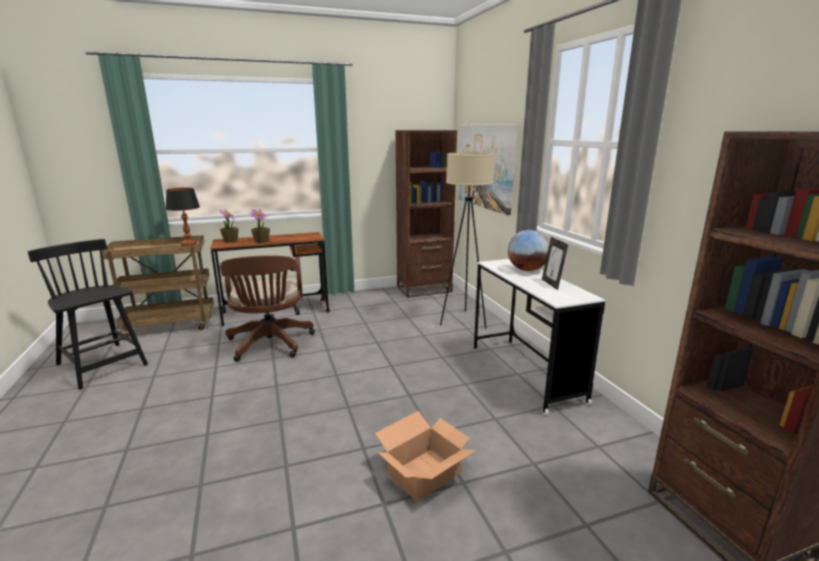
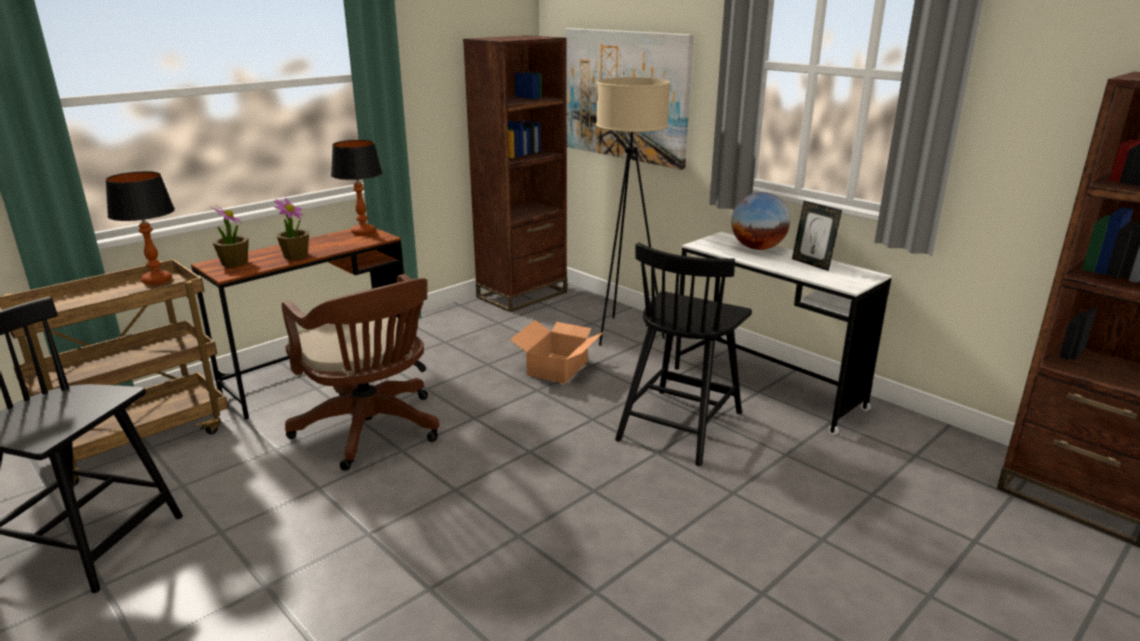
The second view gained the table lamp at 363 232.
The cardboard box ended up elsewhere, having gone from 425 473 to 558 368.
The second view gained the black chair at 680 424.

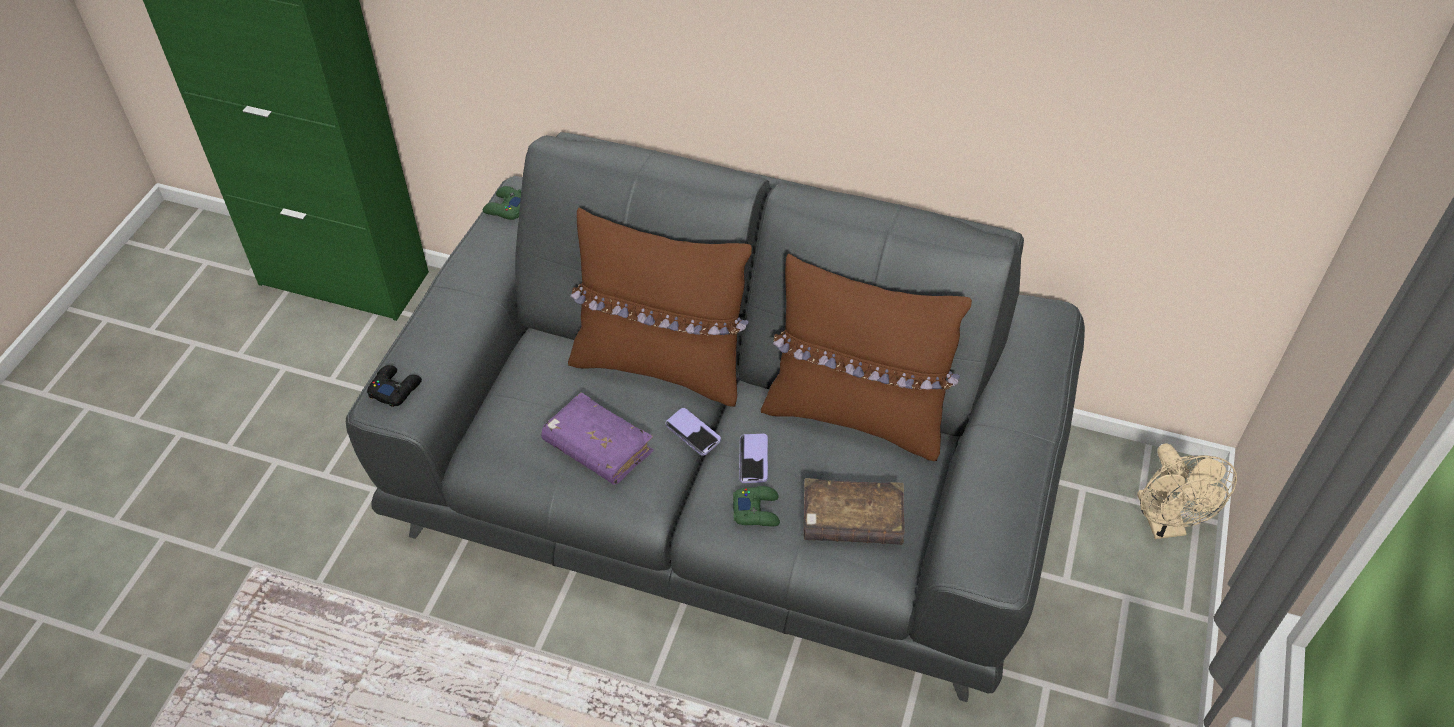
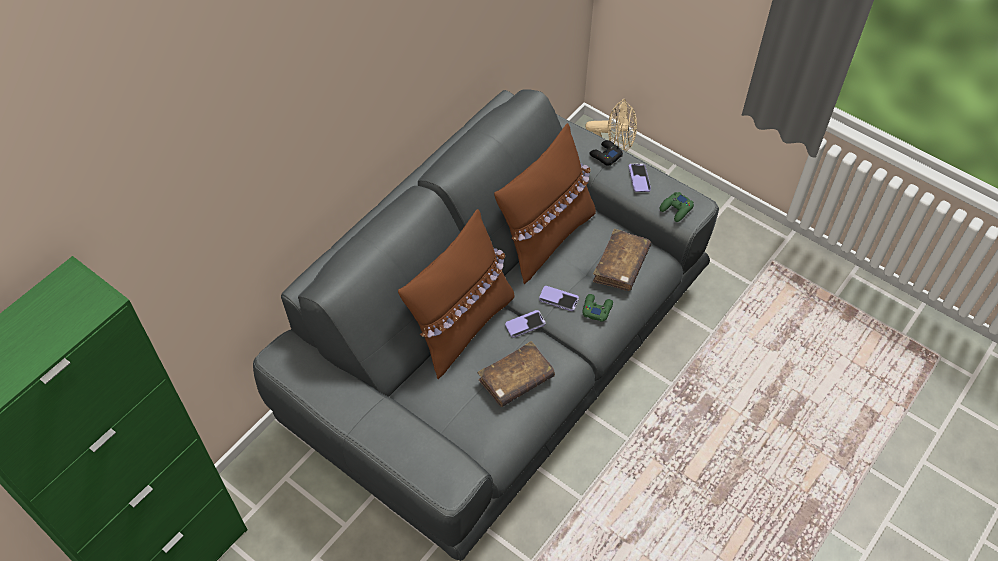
What was the purple book at 598 448 turned into the brown book at 516 379.
The black game controller ended up elsewhere, having gone from 395 389 to 605 155.
The second view gained the phone at 639 178.
The green game controller ended up elsewhere, having gone from 506 208 to 676 209.

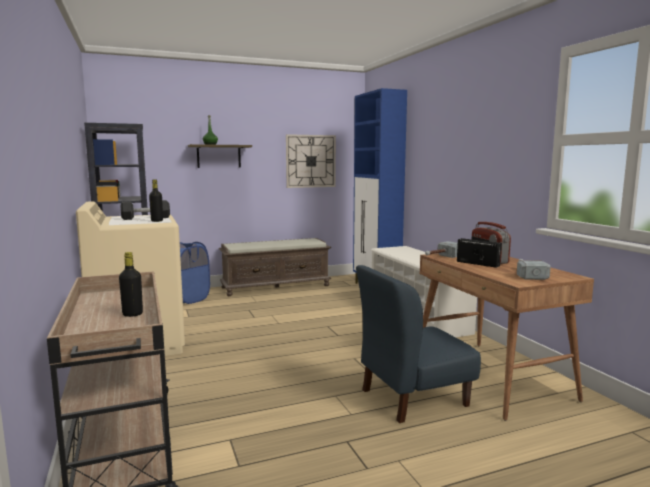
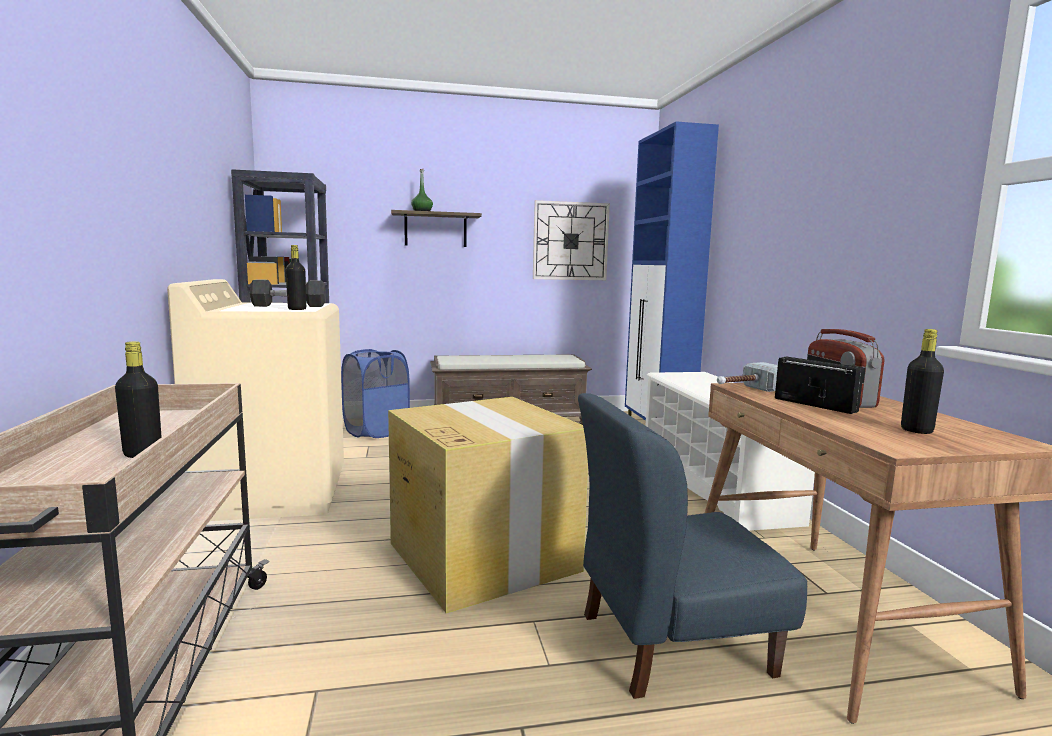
The second view gained the cardboard box at 482 556.
Where the hammer stood at 527 274, the black bottle came to stand at 916 430.

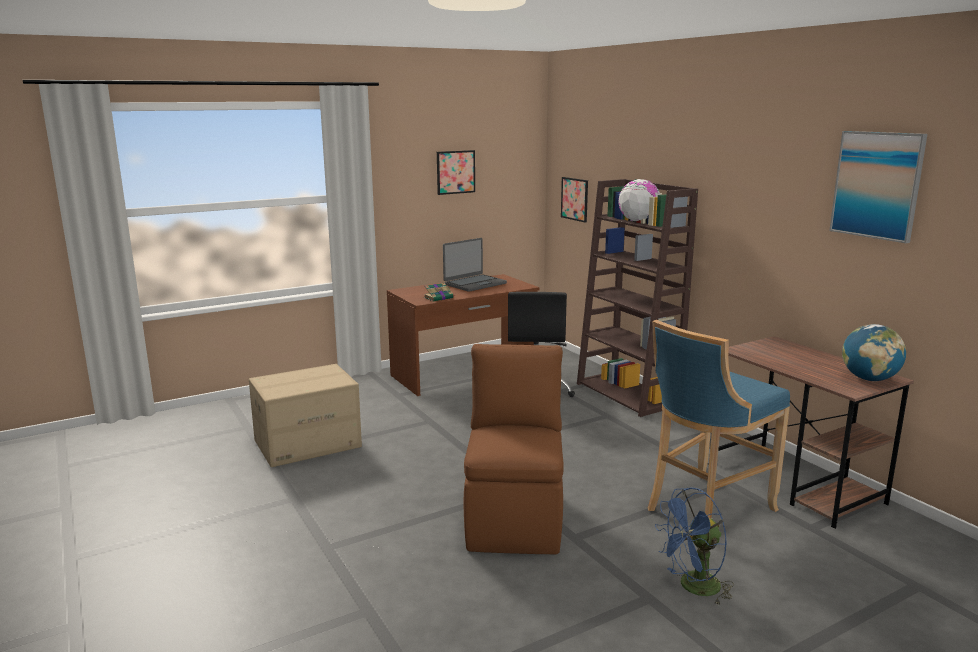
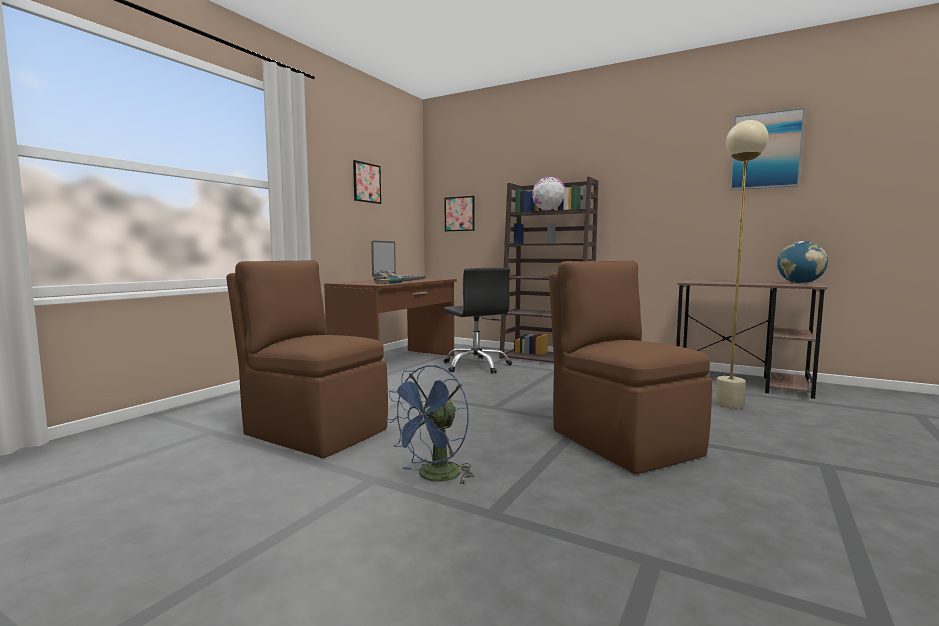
Where the cardboard box stood at 307 443, the brown chair came to stand at 314 431.
The blue fan ended up elsewhere, having gone from 693 588 to 434 477.
Where the blue stool stood at 705 509, the beige floor lamp came to stand at 729 405.

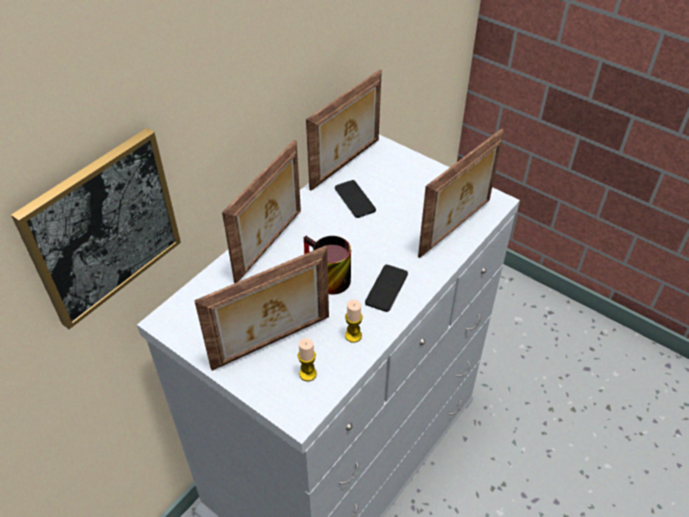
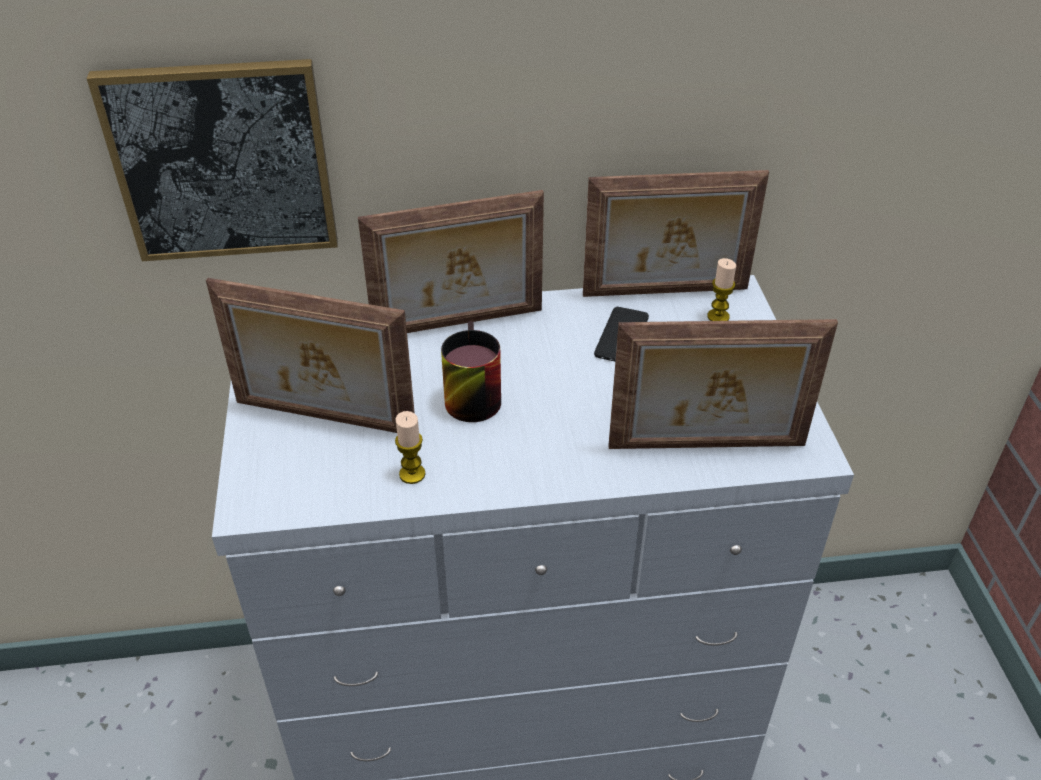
The candle ended up elsewhere, having gone from 308 374 to 718 316.
The second view lost the phone at 386 288.

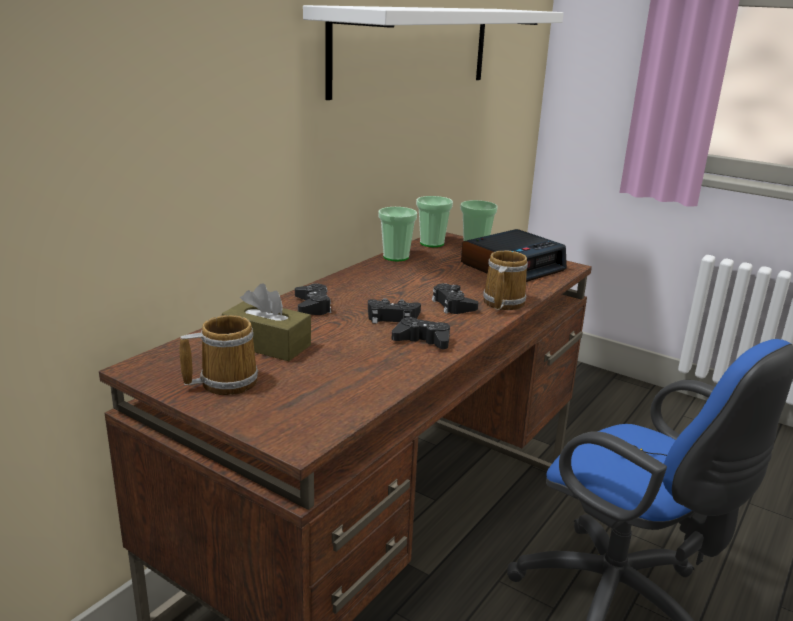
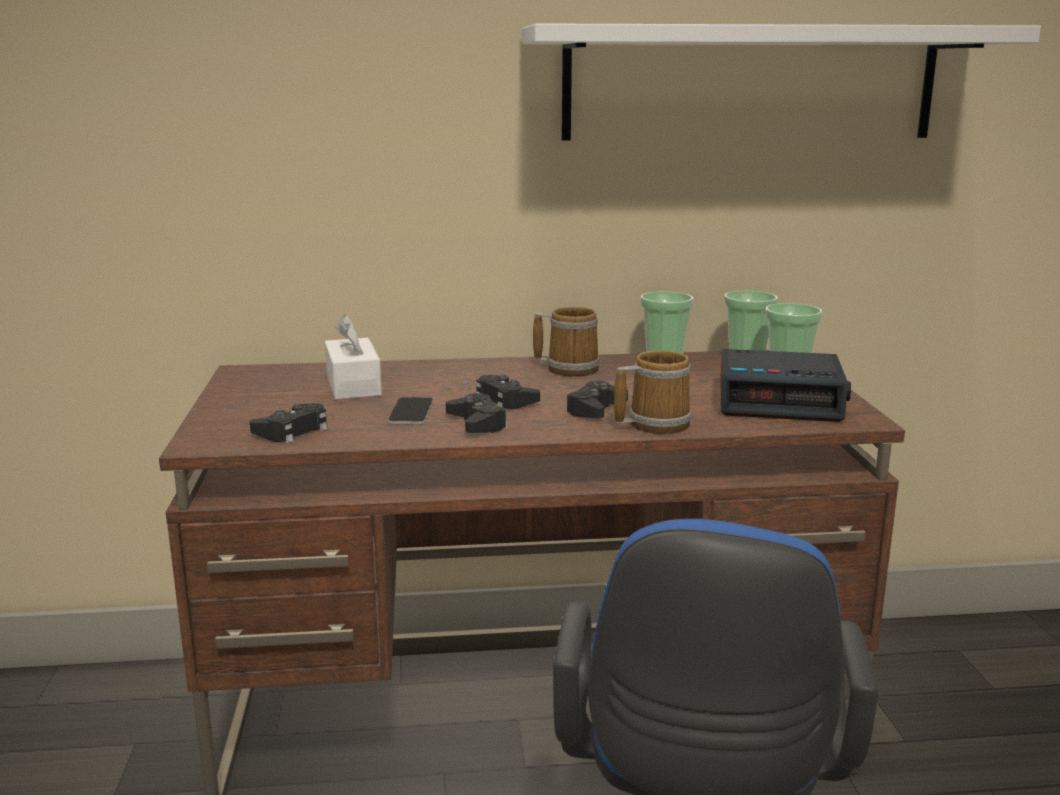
The black game controller ended up elsewhere, having gone from 313 306 to 293 431.
What was the brown tissue box at 267 344 turned into the white tissue box at 353 385.
The second view gained the phone at 411 412.
The mug ended up elsewhere, having gone from 224 382 to 569 368.

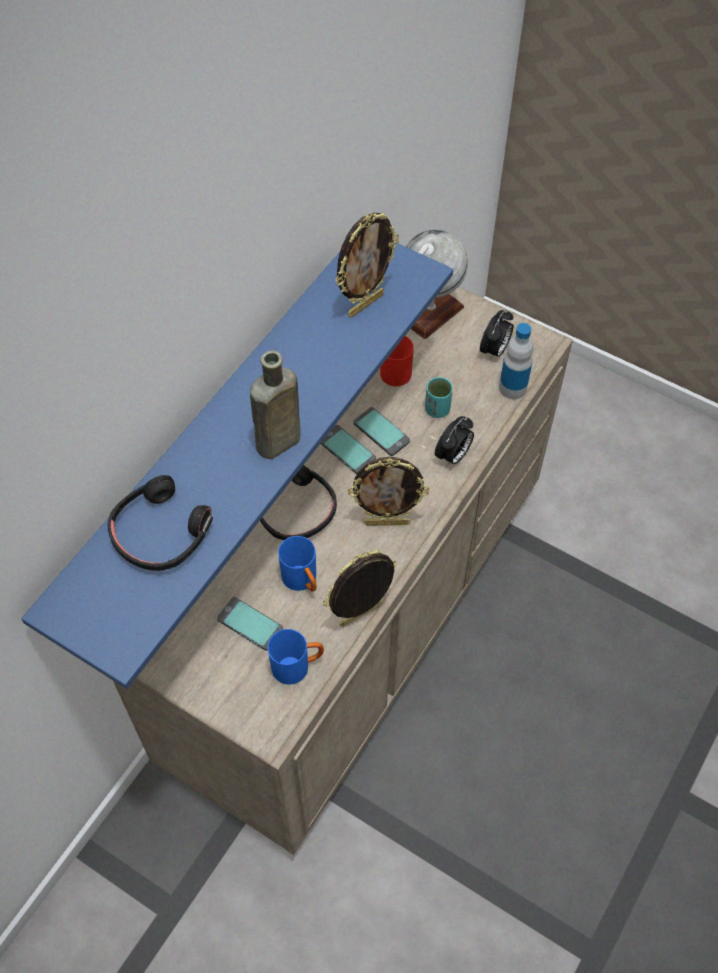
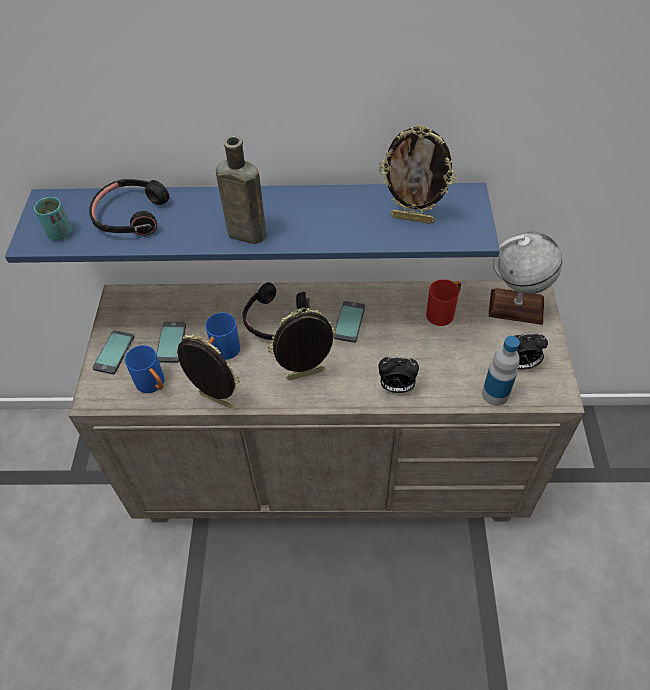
The turquoise cup ended up elsewhere, having gone from 437 409 to 60 233.
The phone ended up elsewhere, having gone from 381 432 to 114 352.
The picture frame at 387 522 ended up facing another way, 105 degrees clockwise from before.

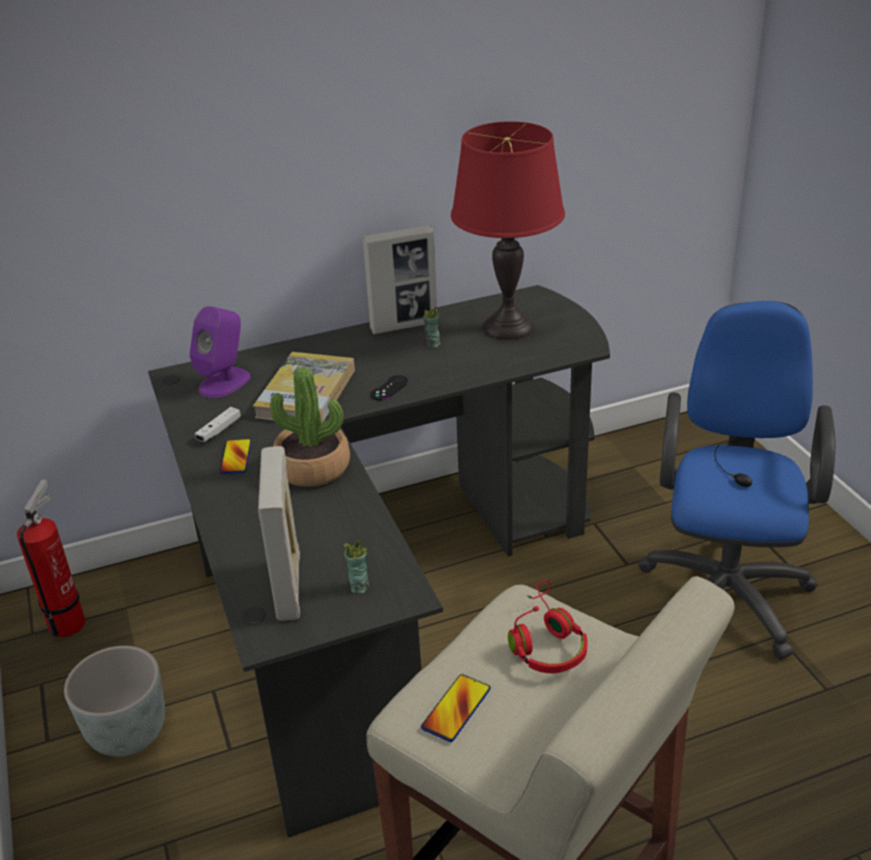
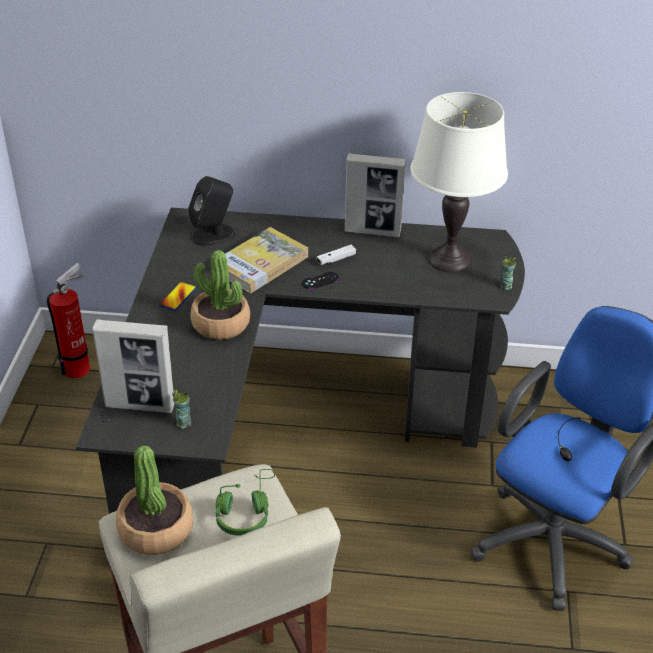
The picture frame at 289 588 ended up facing another way, 105 degrees counterclockwise from before.
Where the phone stood at 456 709, the potted plant came to stand at 156 529.
What was the purple speaker at 225 382 turned into the black speaker at 213 235.
What was the red headphones at 545 642 turned into the green headphones at 246 511.
The white game controller ended up elsewhere, having gone from 219 430 to 336 259.
What was the red table lamp at 508 327 turned into the white table lamp at 449 259.
The cup ended up elsewhere, having gone from 432 344 to 505 286.
The second view lost the grey planter at 128 733.

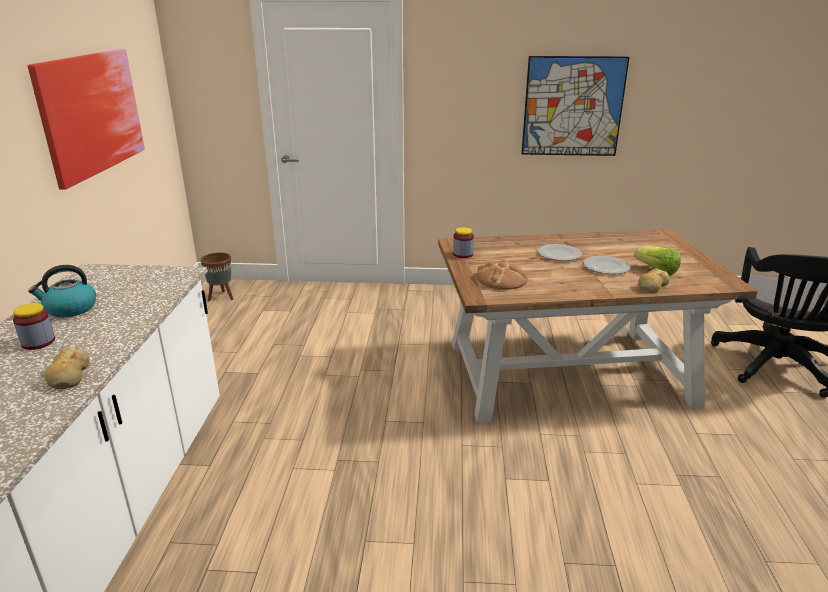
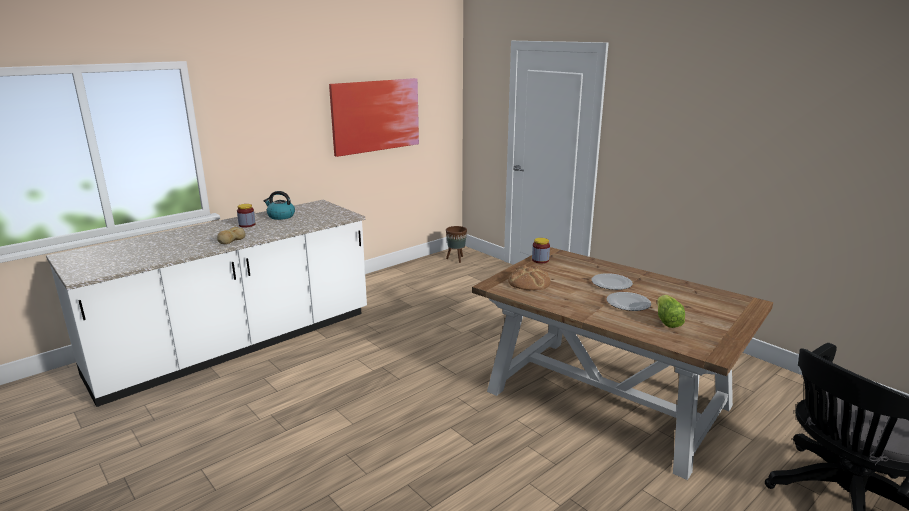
The second view lost the picture at 573 107.
The second view lost the bread at 652 286.

